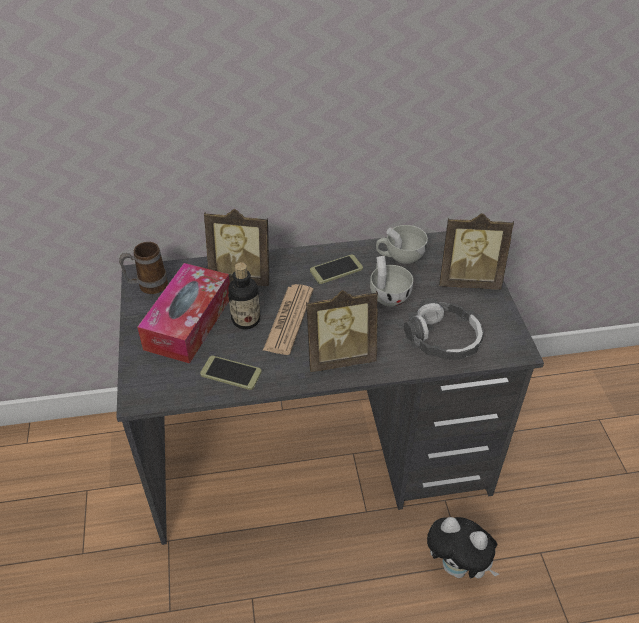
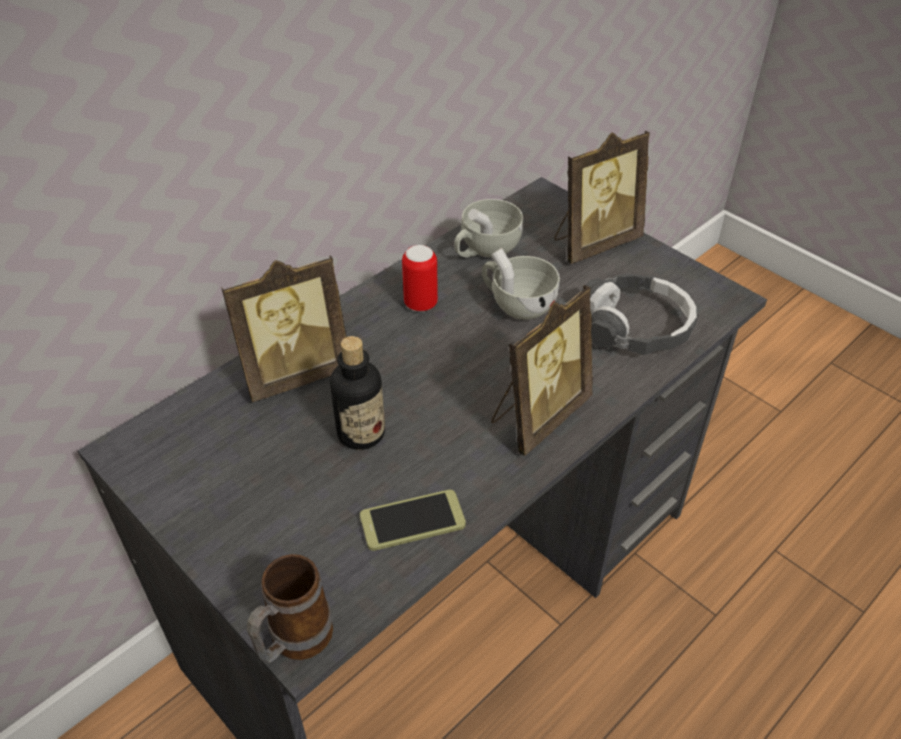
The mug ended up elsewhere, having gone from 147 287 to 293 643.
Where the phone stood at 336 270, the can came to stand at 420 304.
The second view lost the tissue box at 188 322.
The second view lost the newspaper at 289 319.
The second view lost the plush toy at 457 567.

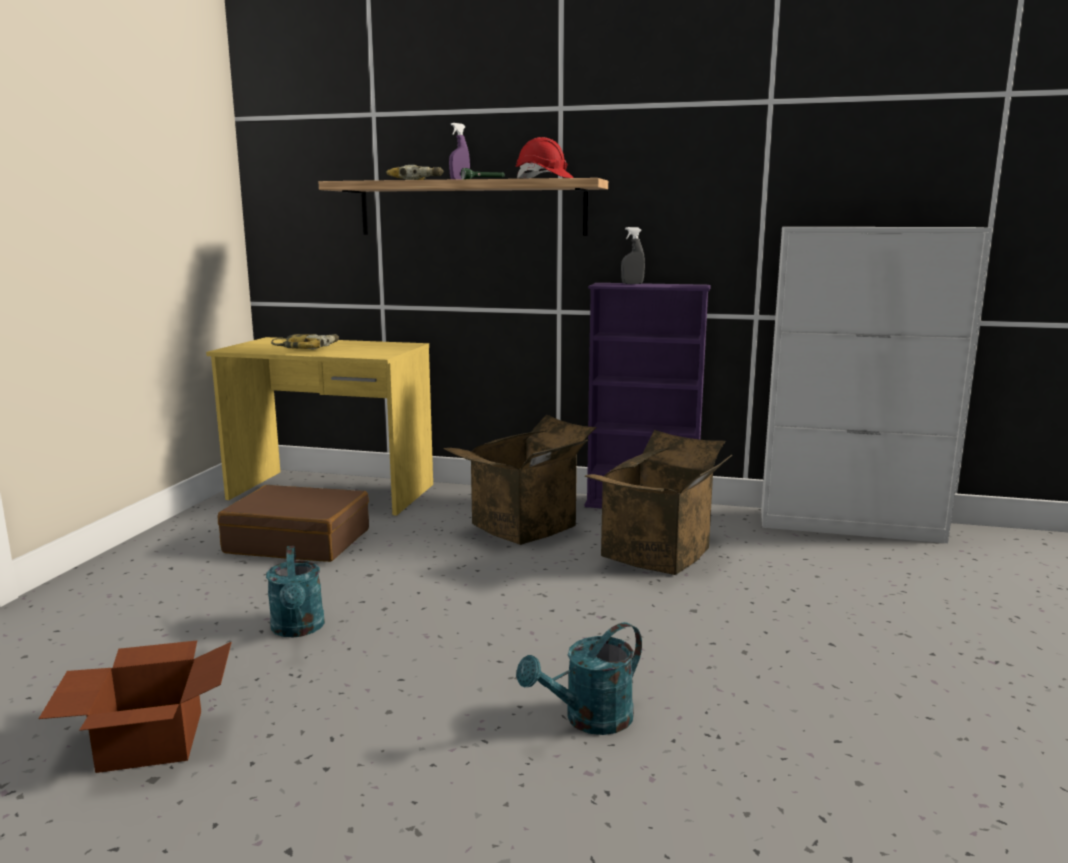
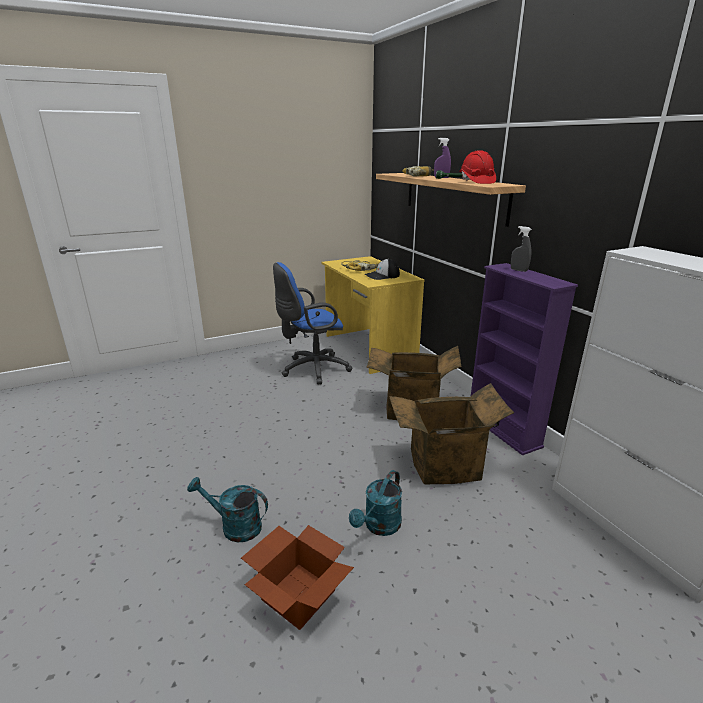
The cardboard box ended up elsewhere, having gone from 148 740 to 298 593.
Where the brown suitcase stood at 298 541, the blue office chair came to stand at 312 369.
The turquoise watering can ended up elsewhere, having gone from 298 629 to 379 527.
The second view gained the cap at 382 276.

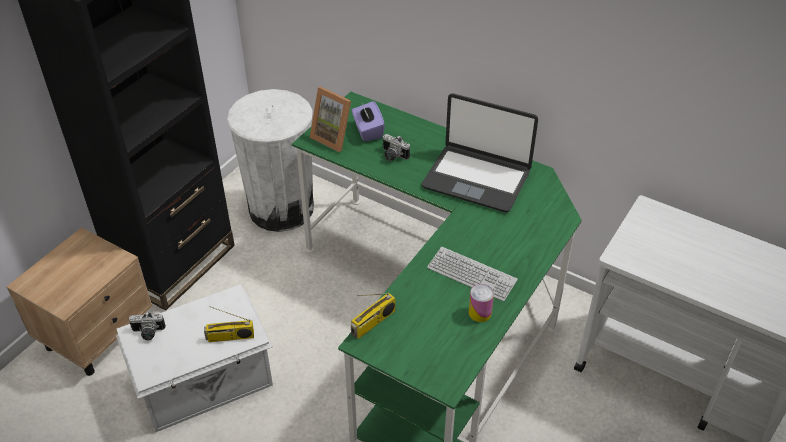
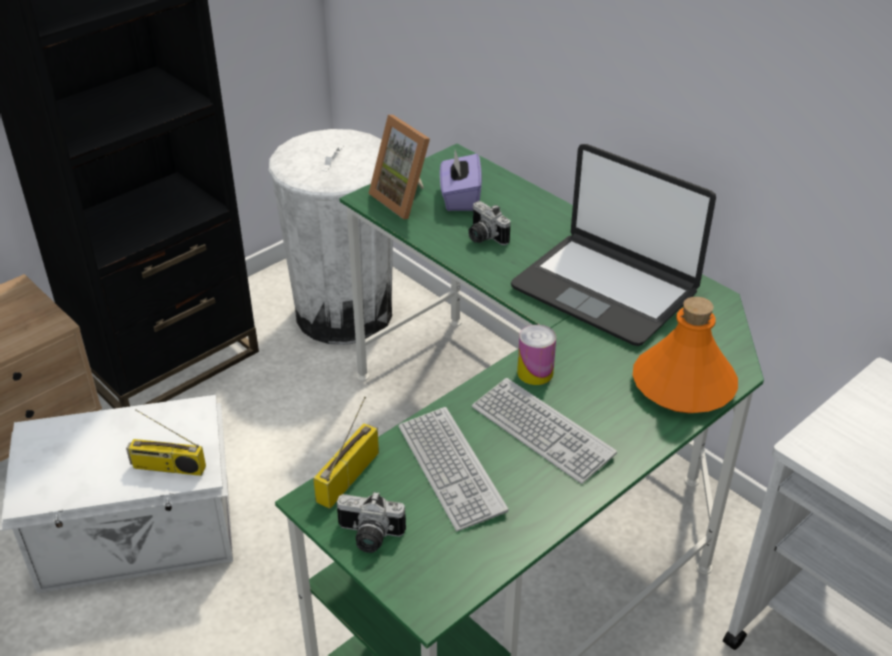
The radio at 373 323 ended up facing another way, 150 degrees clockwise from before.
The photo camera ended up elsewhere, having gone from 148 333 to 368 537.
The second view gained the keyboard at 451 469.
The can ended up elsewhere, having gone from 480 313 to 535 373.
The second view gained the orange bottle at 684 385.

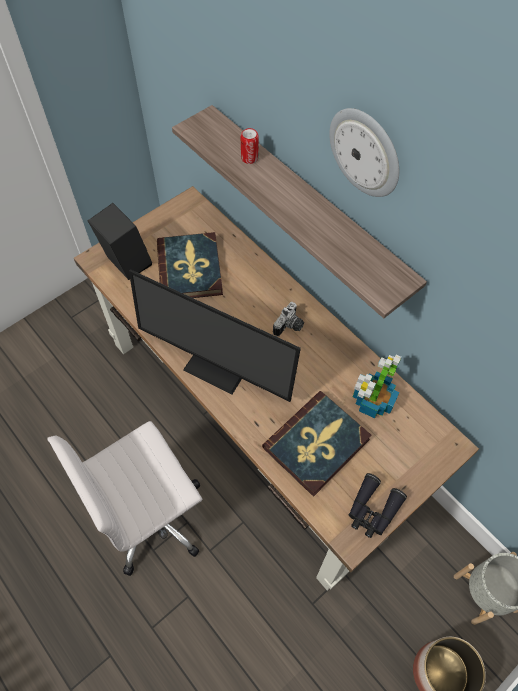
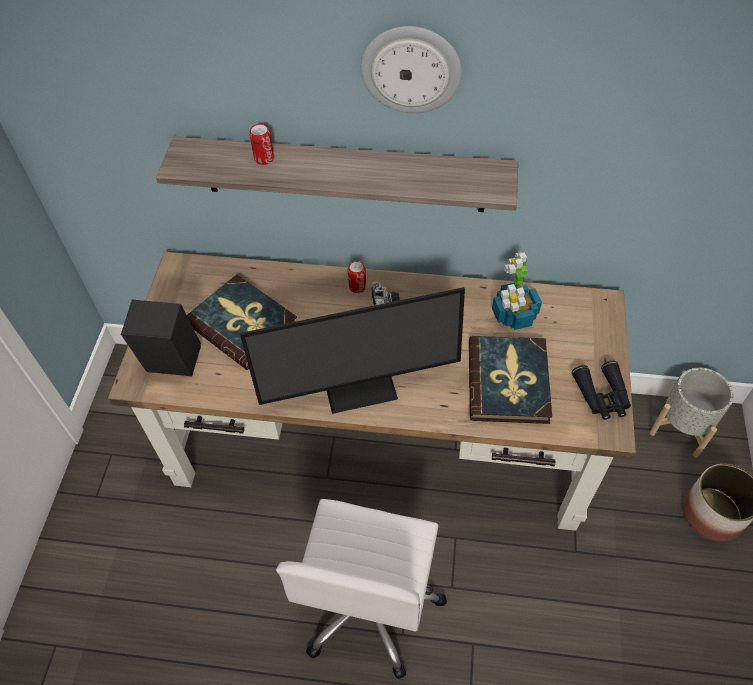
The second view gained the can at 357 287.

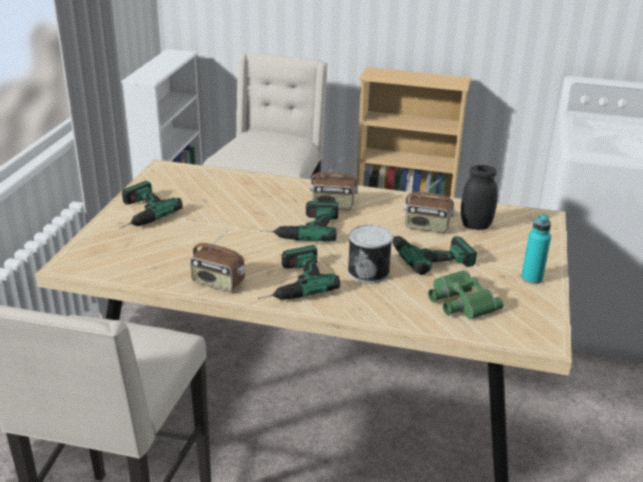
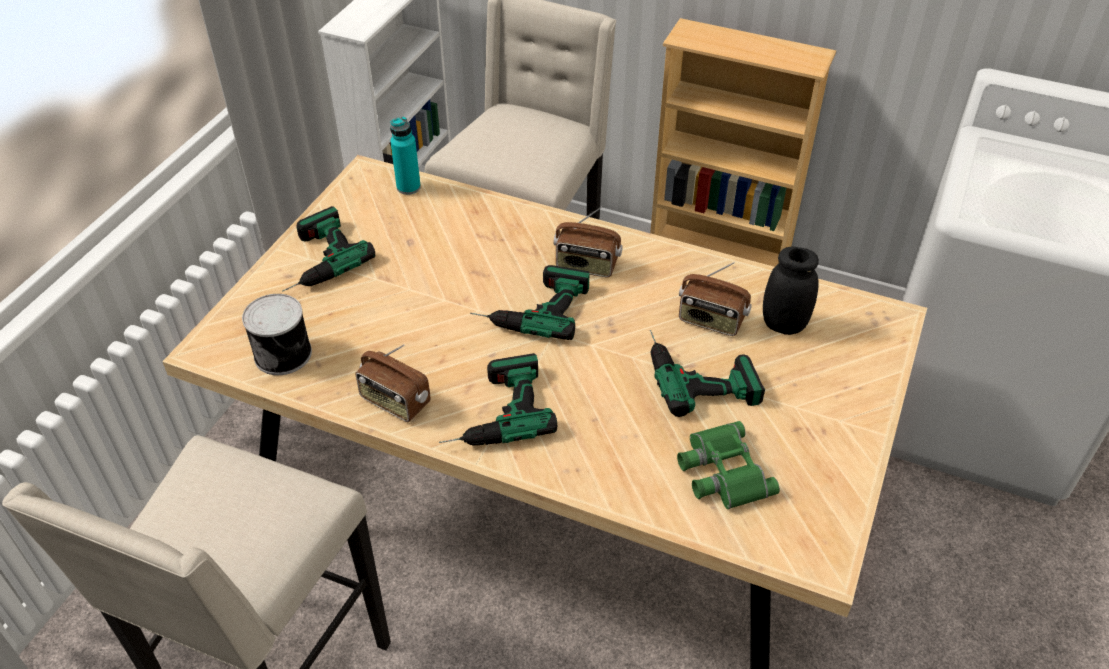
The can ended up elsewhere, having gone from 369 271 to 284 353.
The turquoise bottle ended up elsewhere, having gone from 531 278 to 408 187.

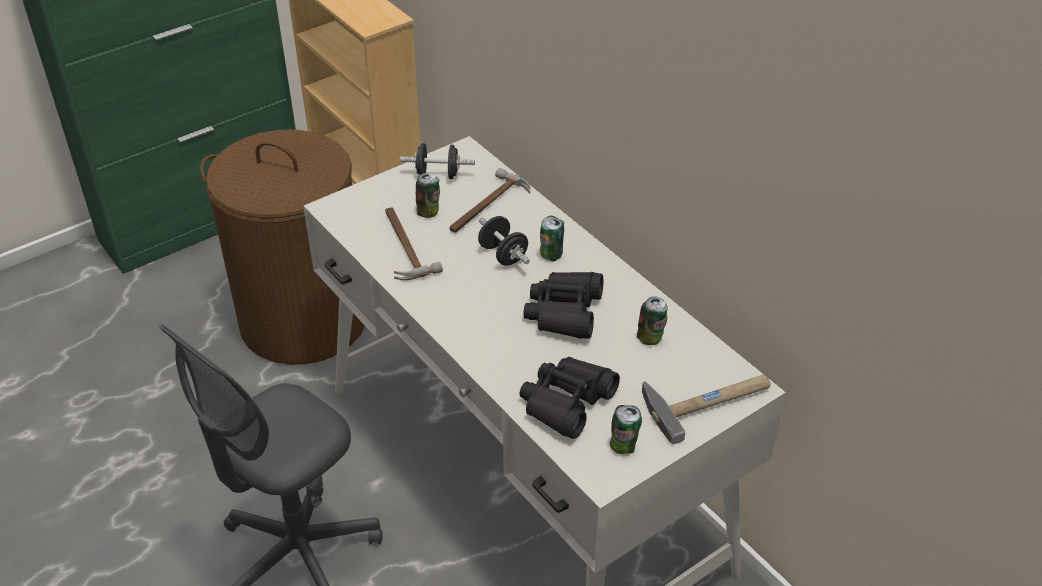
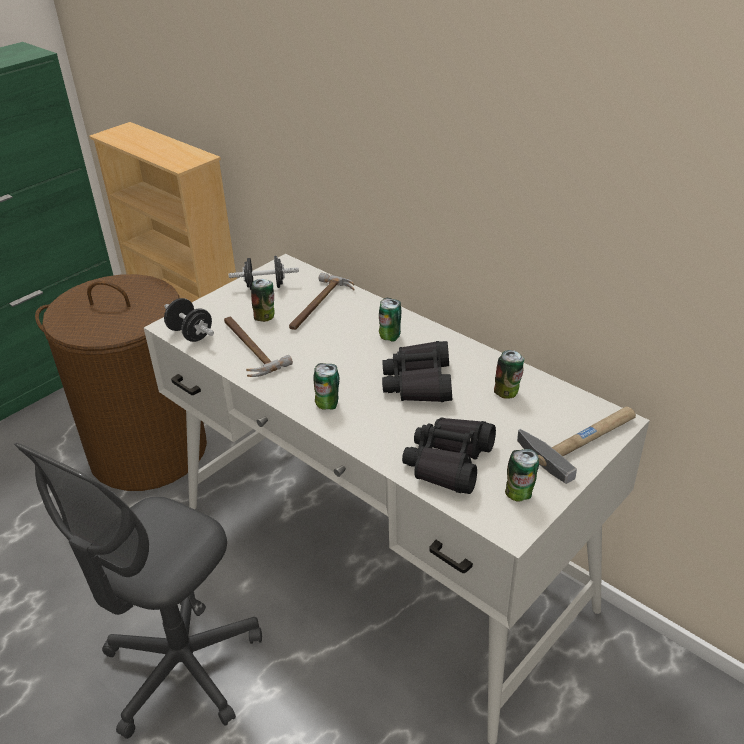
The black dumbbell ended up elsewhere, having gone from 503 255 to 190 334.
The second view gained the can at 327 404.

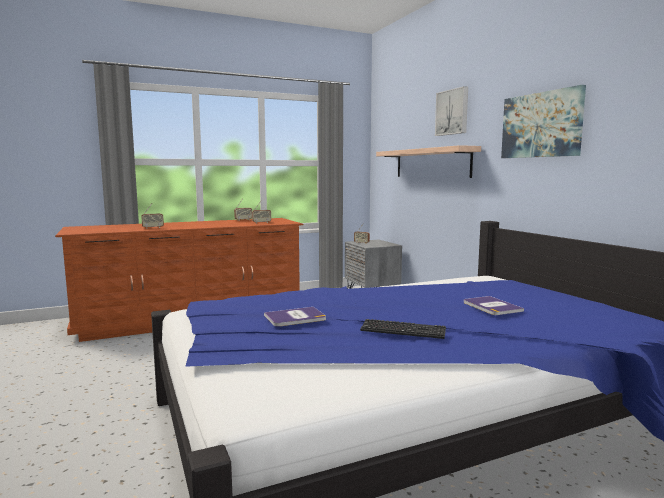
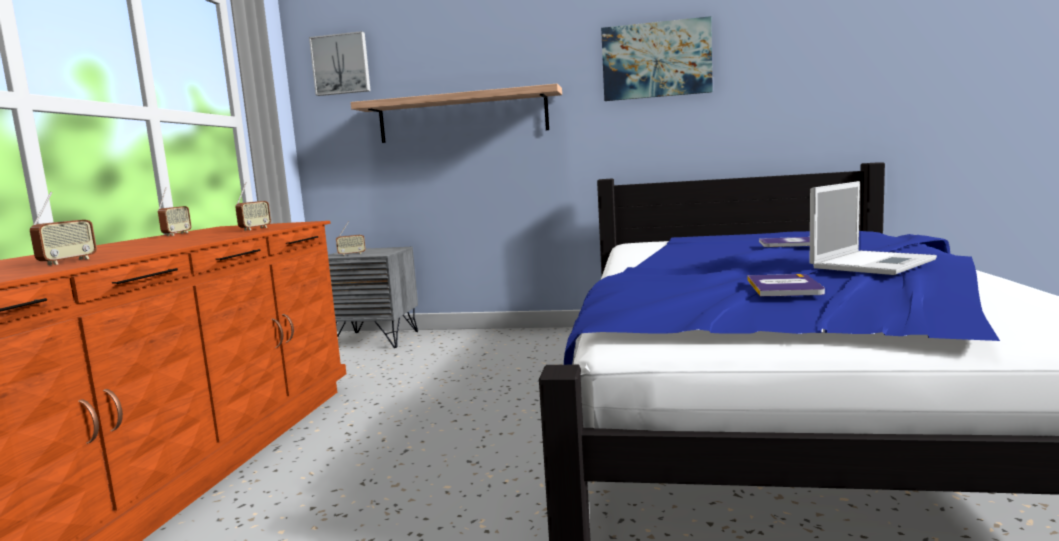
The picture ended up elsewhere, having gone from 452 112 to 341 64.
Where the keyboard stood at 403 331, the laptop came to stand at 873 263.

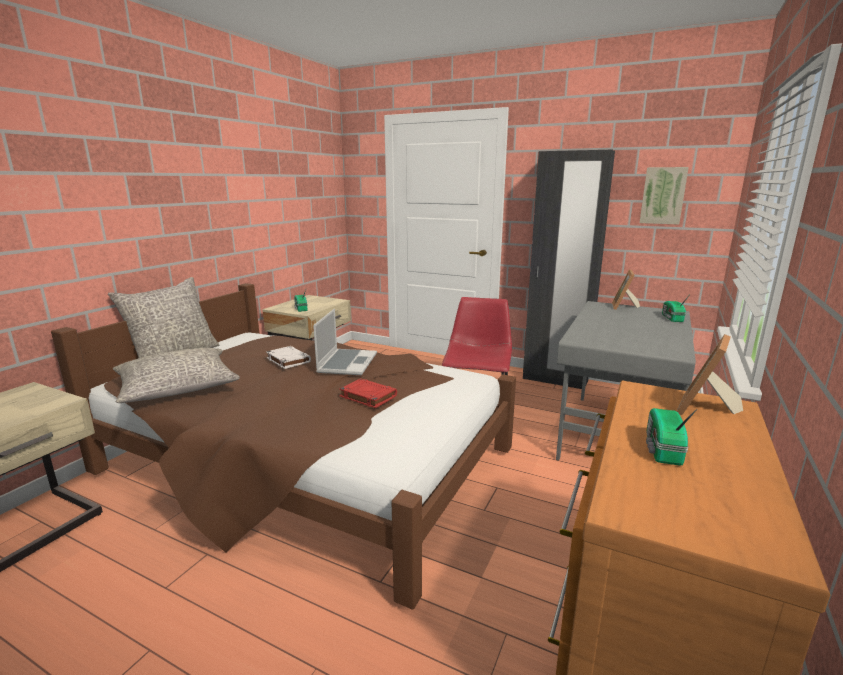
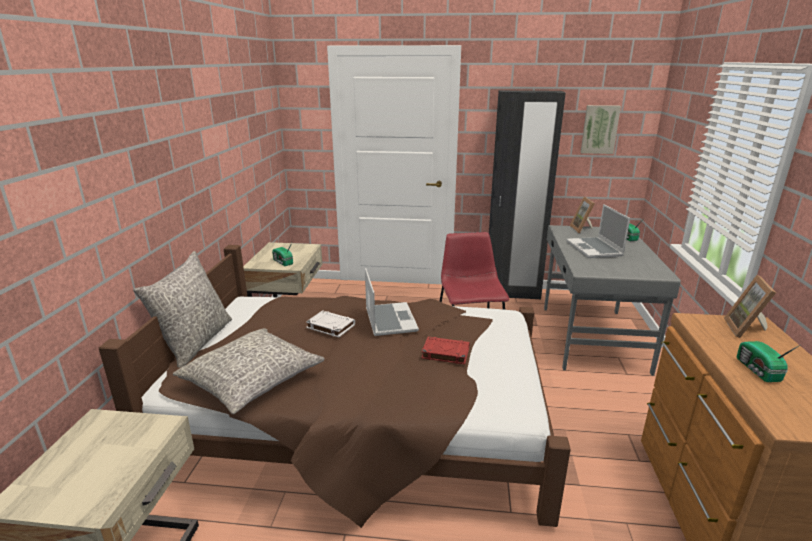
The second view gained the laptop at 595 249.

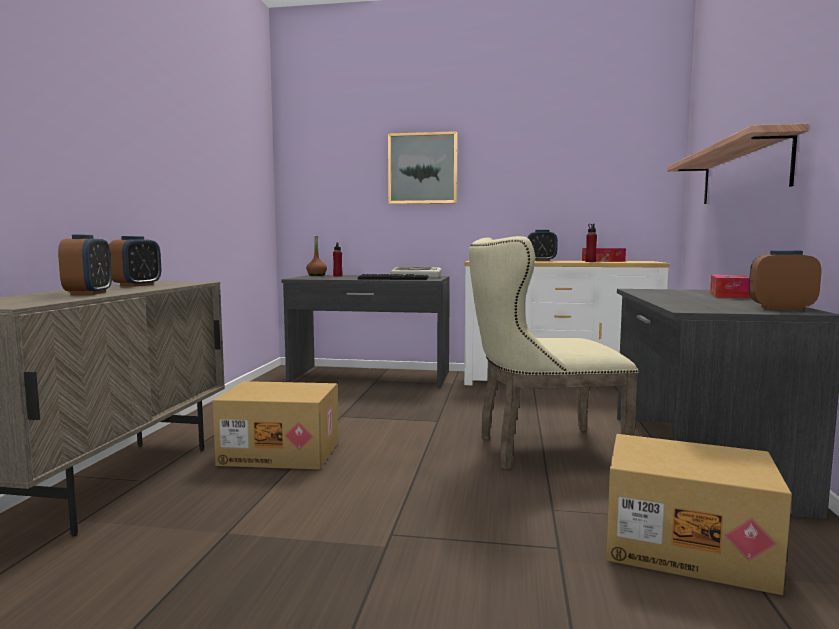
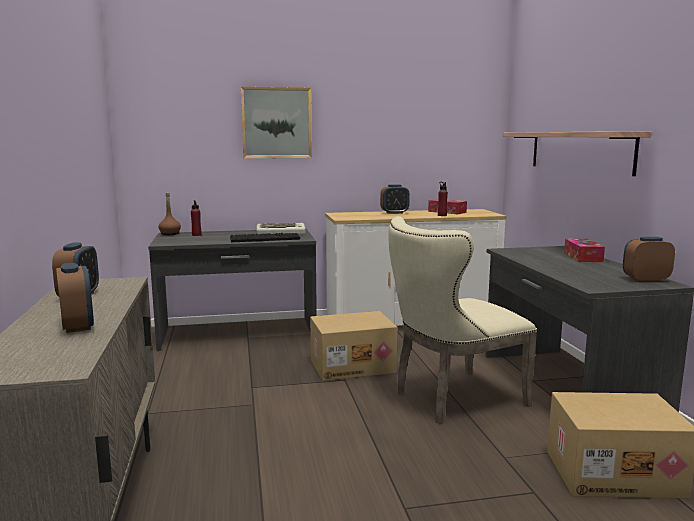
The cardboard box ended up elsewhere, having gone from 281 453 to 352 366.

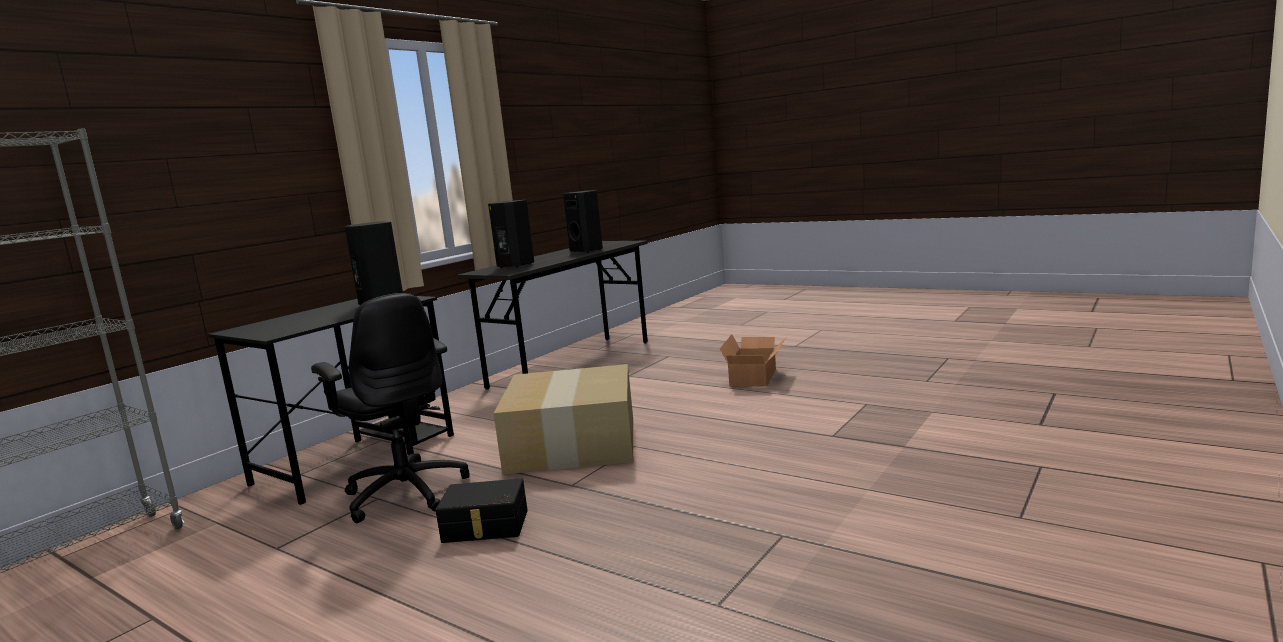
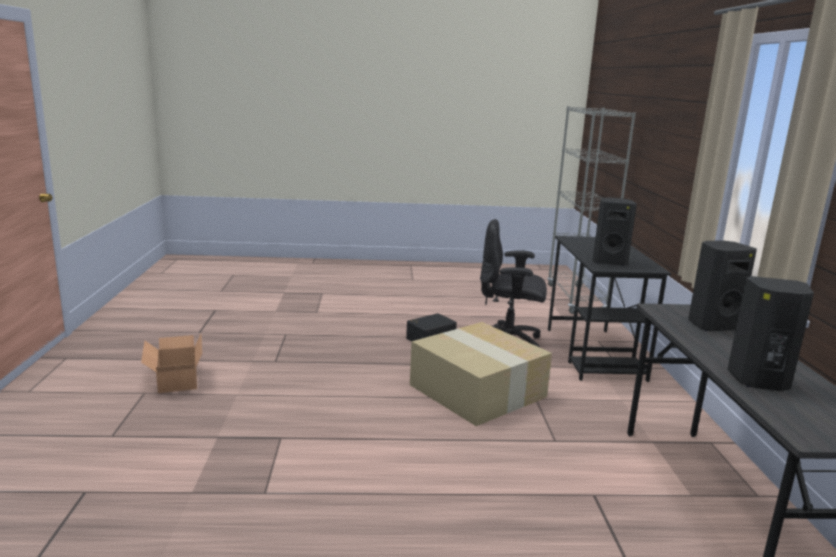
The cardboard box ended up elsewhere, having gone from 756 377 to 175 380.

